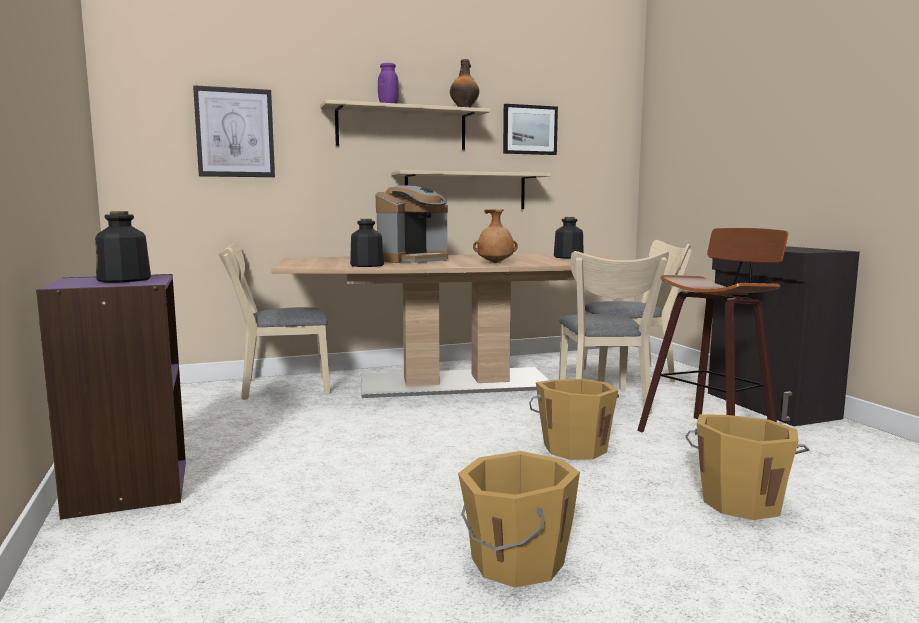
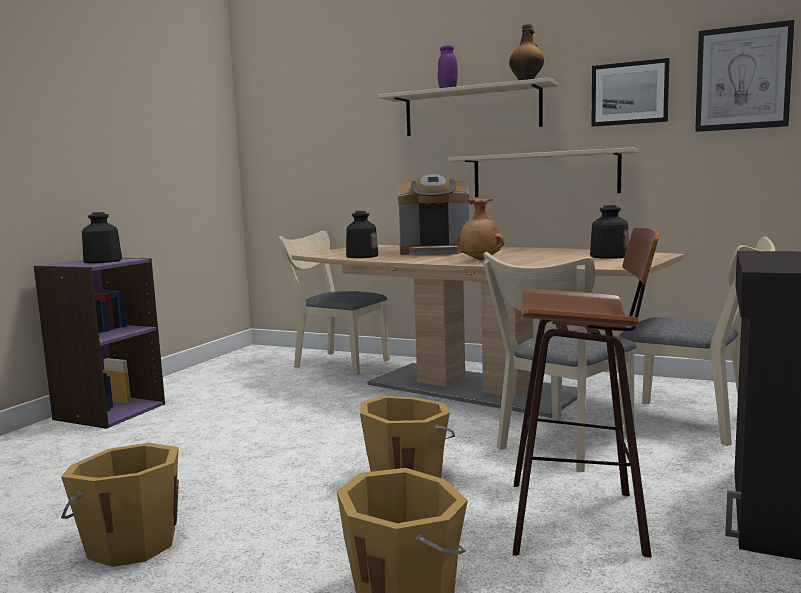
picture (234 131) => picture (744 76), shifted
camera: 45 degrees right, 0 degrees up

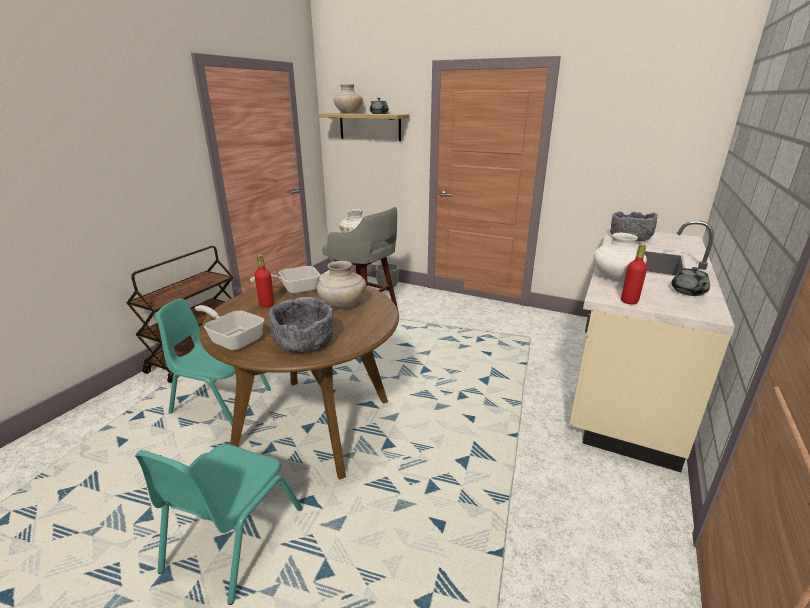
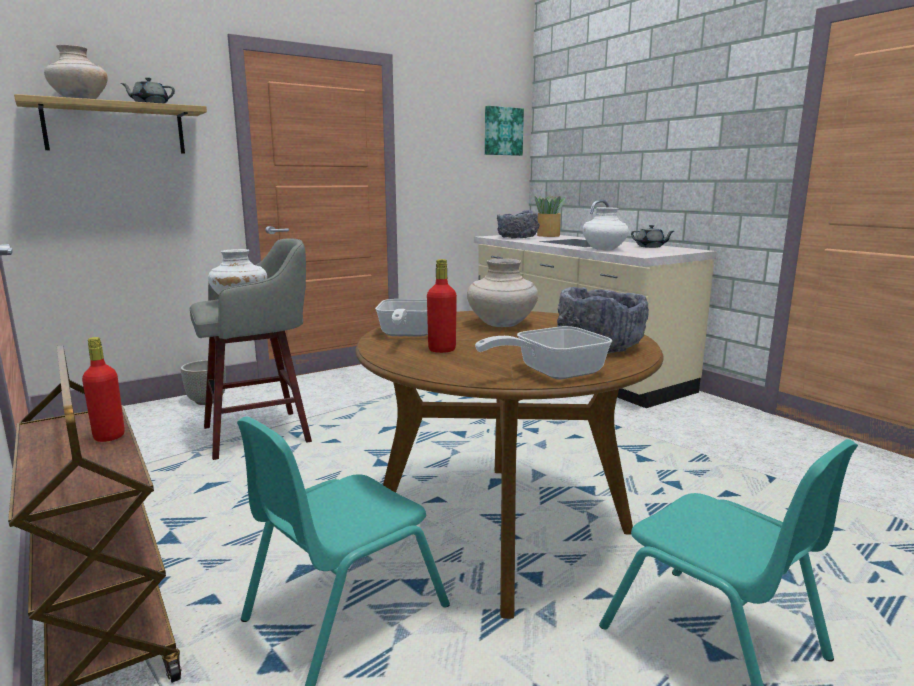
reddish bottle (634 274) => reddish bottle (103 389), shifted
nothing => picture (504 131)
nothing => potted plant (550 216)
camera: 60 degrees left, 10 degrees down

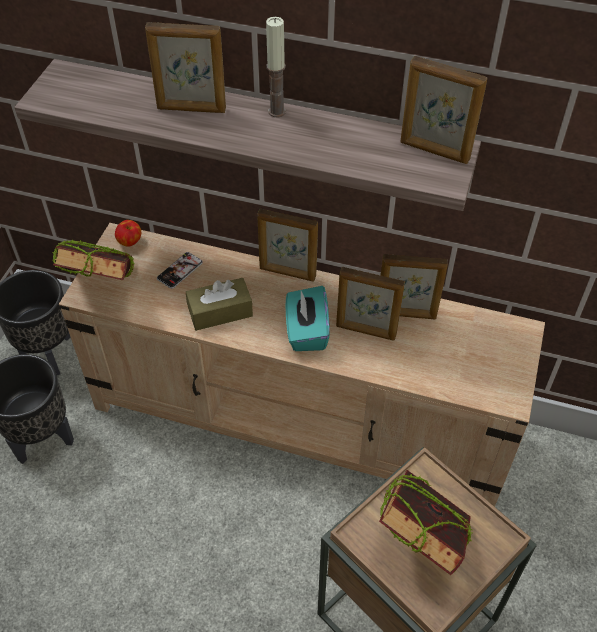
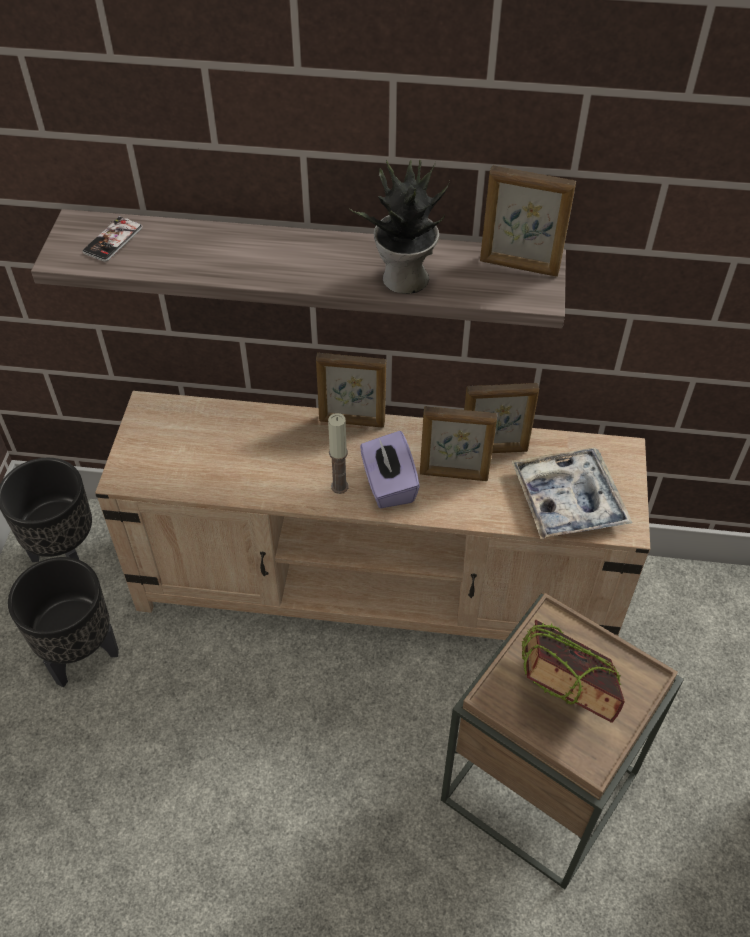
phone (180 270) => phone (112 239), shifted
candle (276 67) => candle (338 453), shifted
nothing => potted plant (400 226)
turquoise tissue holder (308 318) => purple-coloured tissue holder (390 469)
nothing => carrying tray (572 493)
bound book (93 260) => nothing
whole apple (128 233) => nothing
photo frame (185 67) => nothing
brown tissue holder (219 304) => nothing
camera: 10 degrees left, 0 degrees up

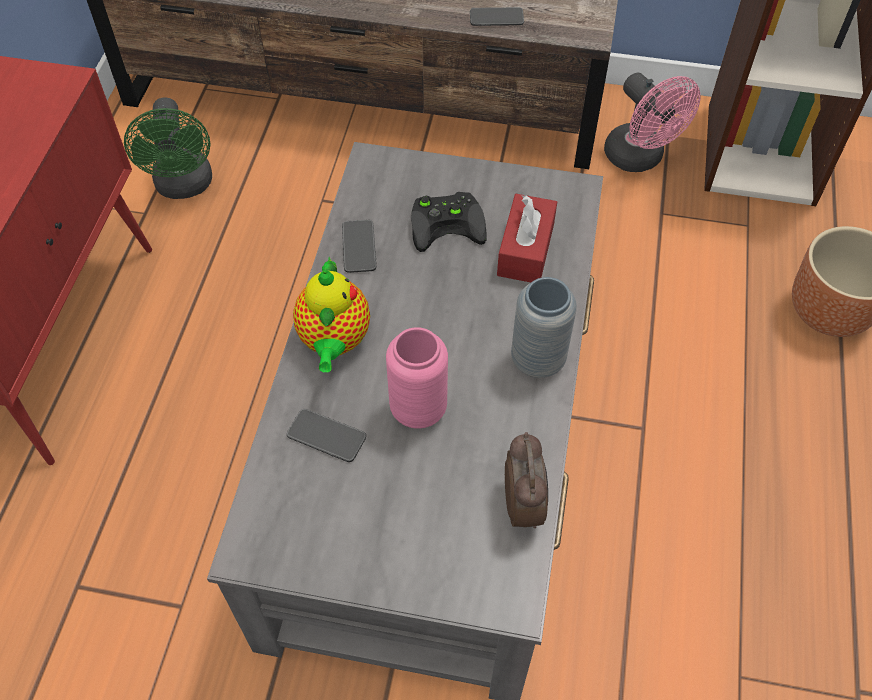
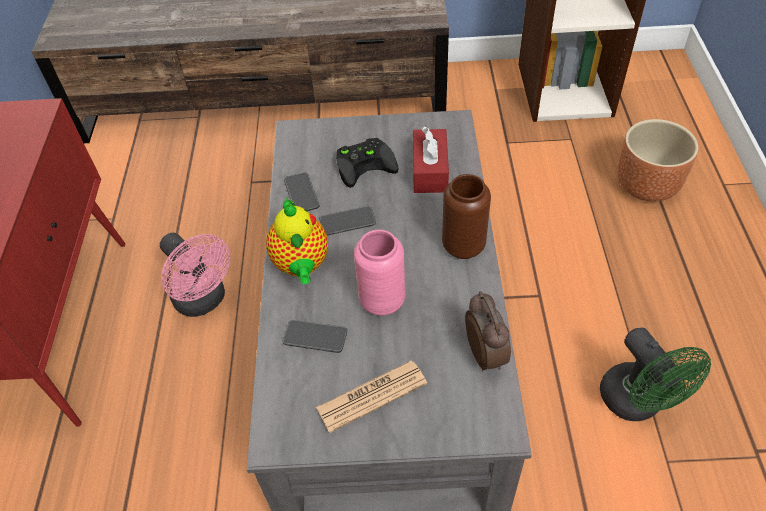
pinkish electric fan (652 122) => pinkish electric fan (195 275), shifted
nothing => daily paper (371 396)
phone (497 16) => phone (347 220), shifted
greyish vase (544 327) => brown vase (466 216)
green-coloured electric fan (168 148) => green-coloured electric fan (655 374), shifted
camera: 10 degrees left, 5 degrees down

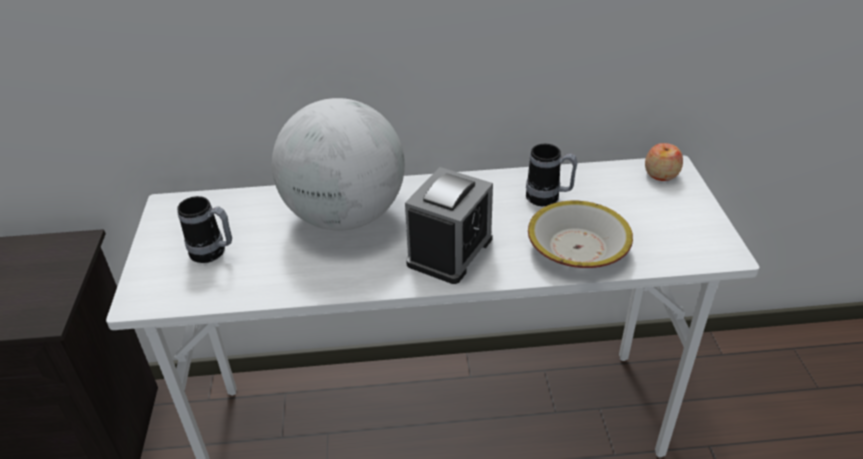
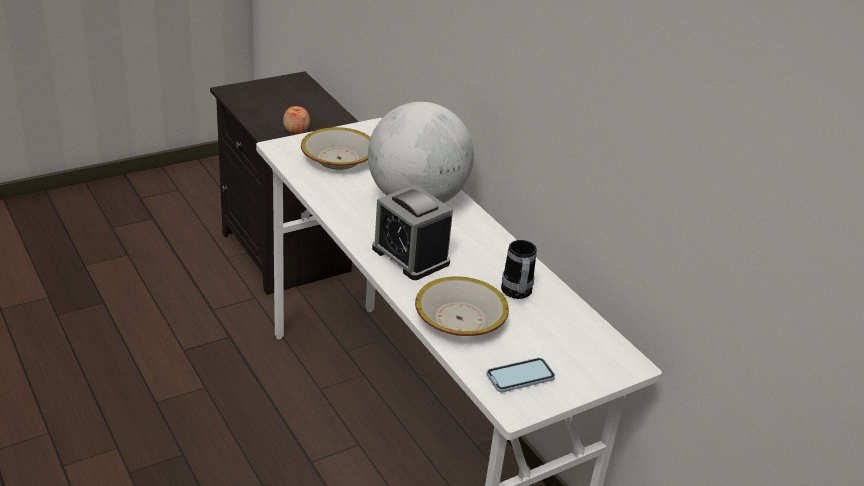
whole apple (664 162) => whole apple (296 120), shifted
mug (204 229) => deep dish (336 148)
table clock (449 225) => table clock (412 232), 45 degrees clockwise
nothing => phone (521 375)
camera: 60 degrees right, 5 degrees down

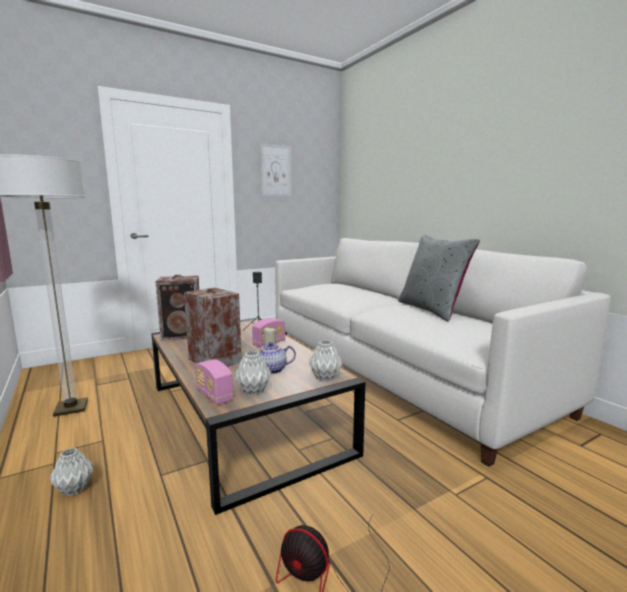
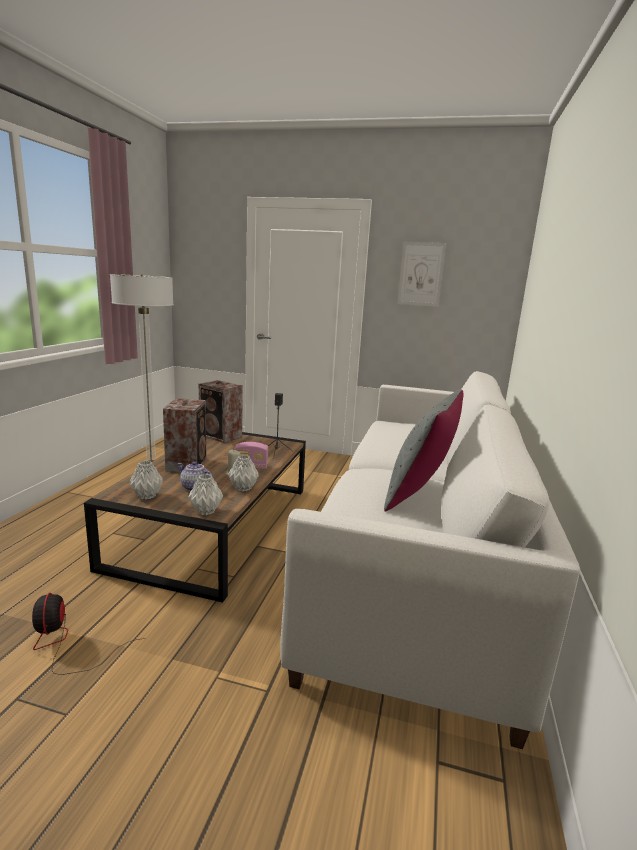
greyish vase (71 472) => greyish vase (243 473), shifted
radio set (214 382) => nothing
camera: 45 degrees right, 5 degrees up

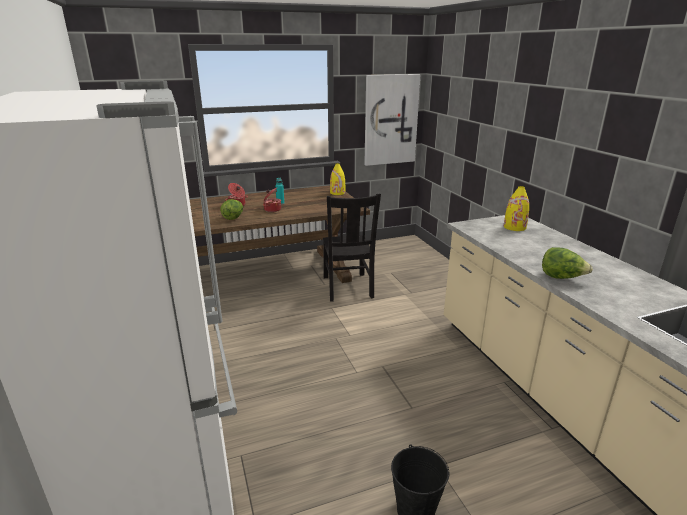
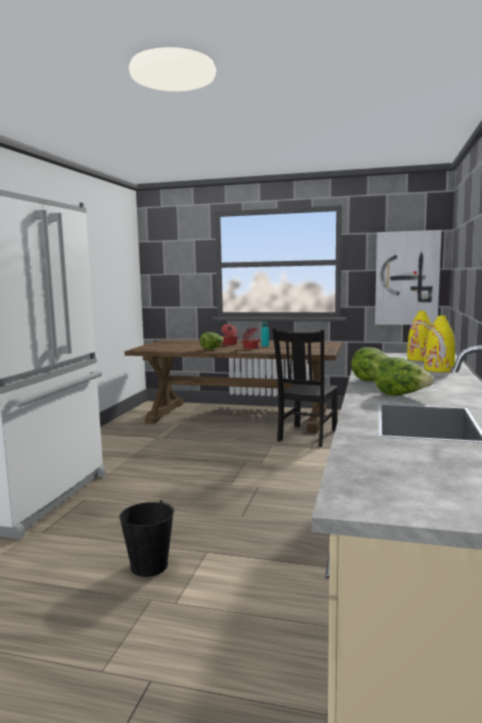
nothing => lettuce head (404 376)
yellowish vase (337 179) => yellowish vase (439 344), shifted
camera: 35 degrees right, 15 degrees down

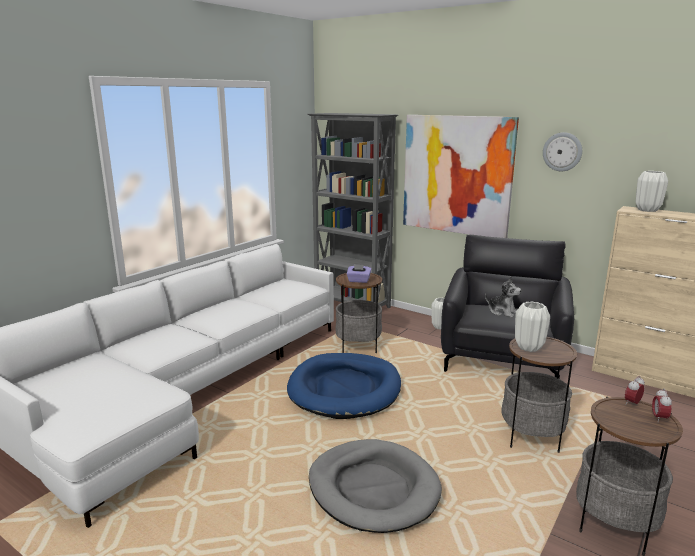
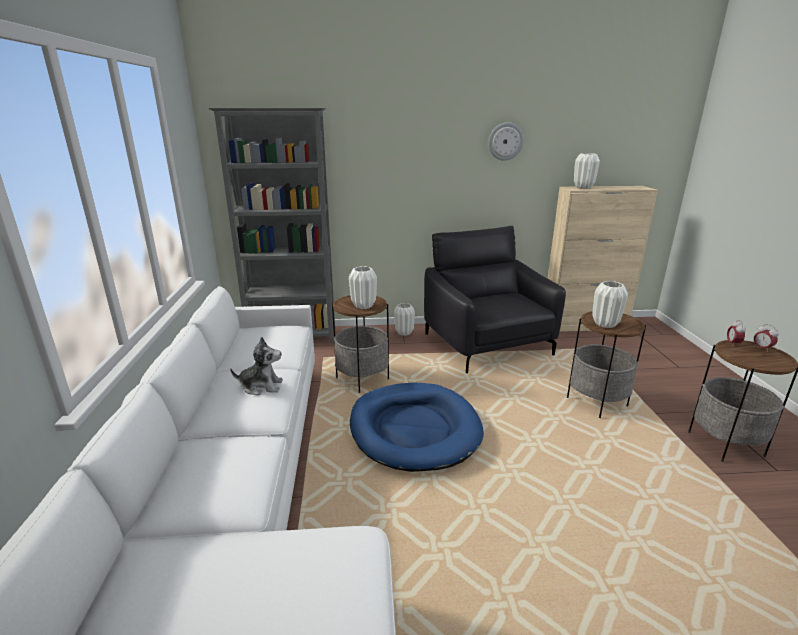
plush toy (503 297) => plush toy (256 366), shifted
purple-coloured tissue holder (359 273) => white vase (363 287)
greyish dog cushion (375 486) => nothing
picture (461 176) => nothing
camera: 40 degrees left, 5 degrees up

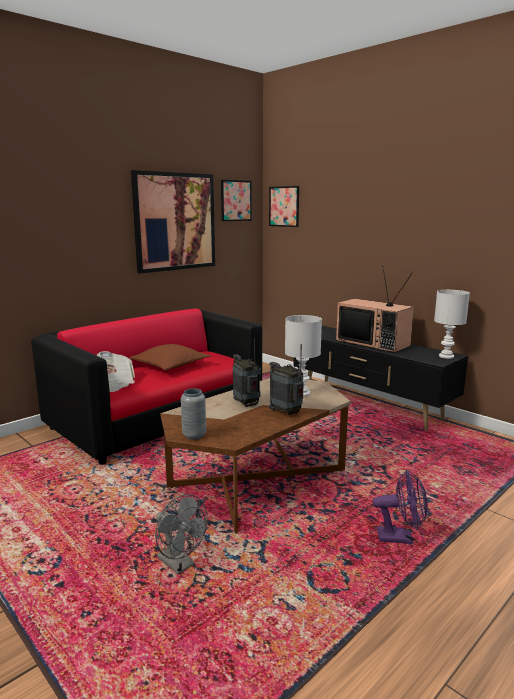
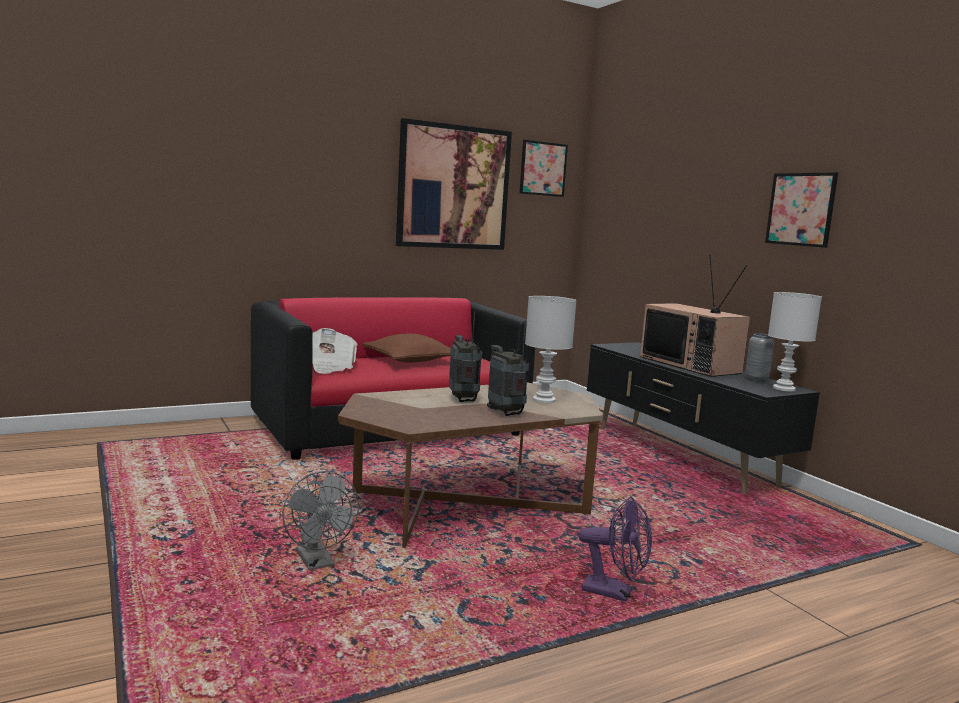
greyish vase (193 414) => greyish vase (759 357), shifted
picture (284 206) => picture (801 210), shifted
camera: 15 degrees right, 5 degrees down

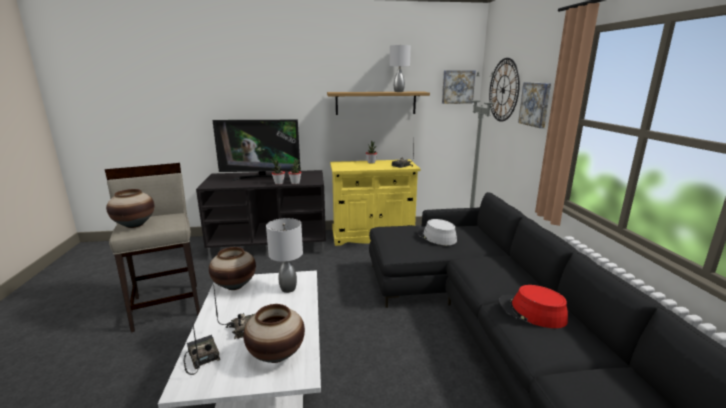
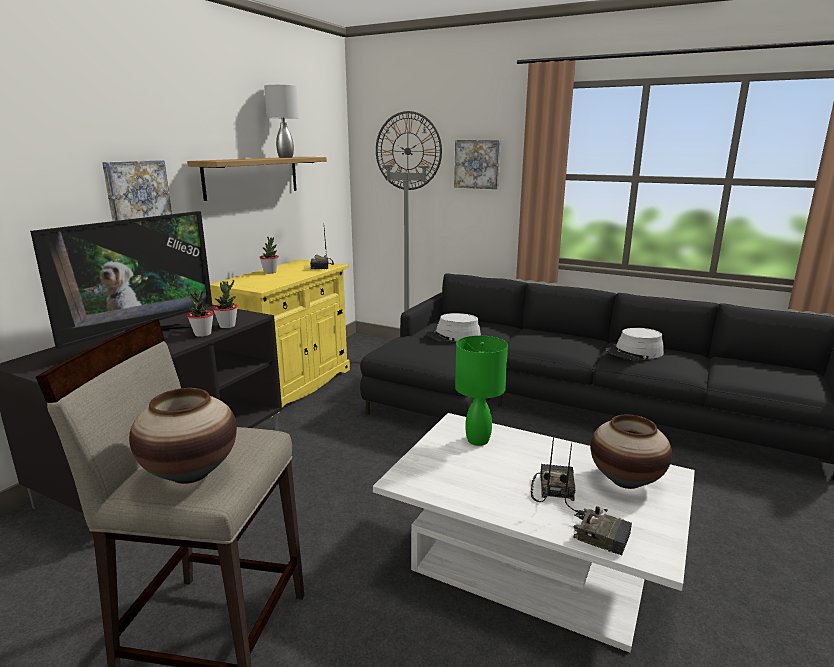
picture (459 87) => picture (137 190), shifted
greyish table lamp (284 255) => green-coloured table lamp (481 390)
radio set (201 349) => radio set (598 499), 150 degrees counterclockwise
reddish wearable hat (533 306) => greyish wearable hat (635 344)
vase (232 268) => nothing
camera: 55 degrees left, 0 degrees up

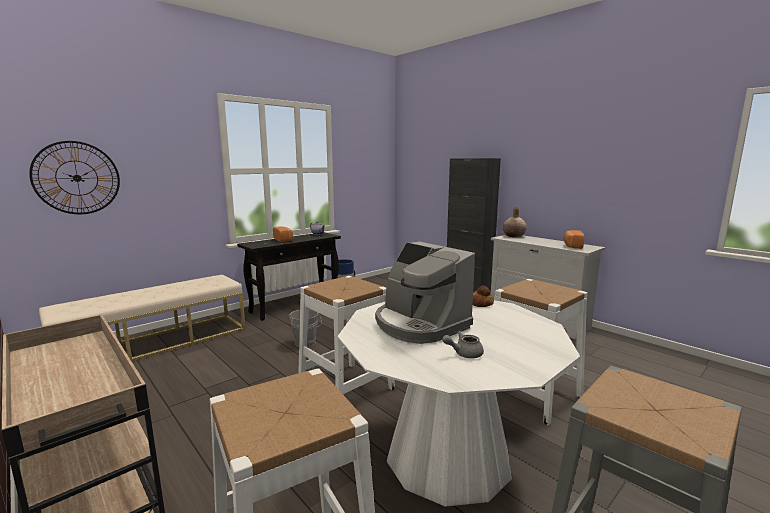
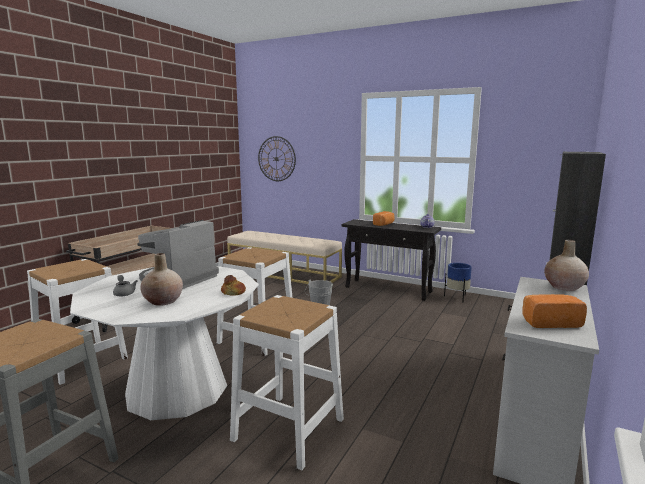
nothing => sand-coloured vase (161 279)
camera: 70 degrees right, 0 degrees up

